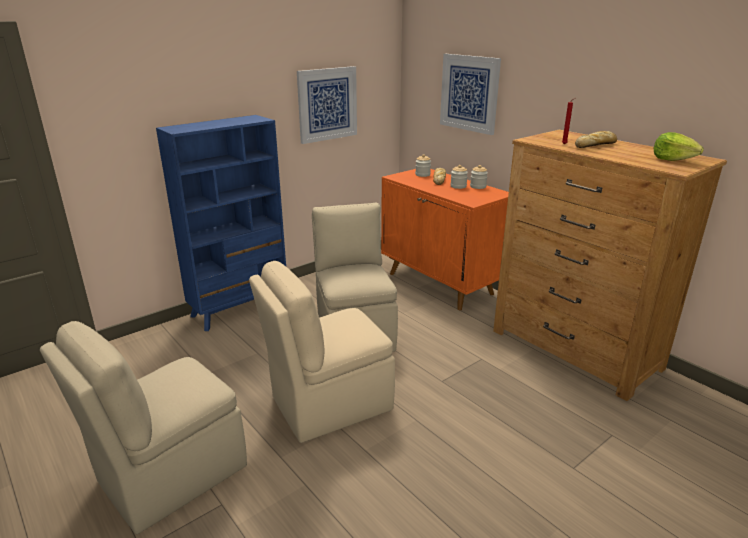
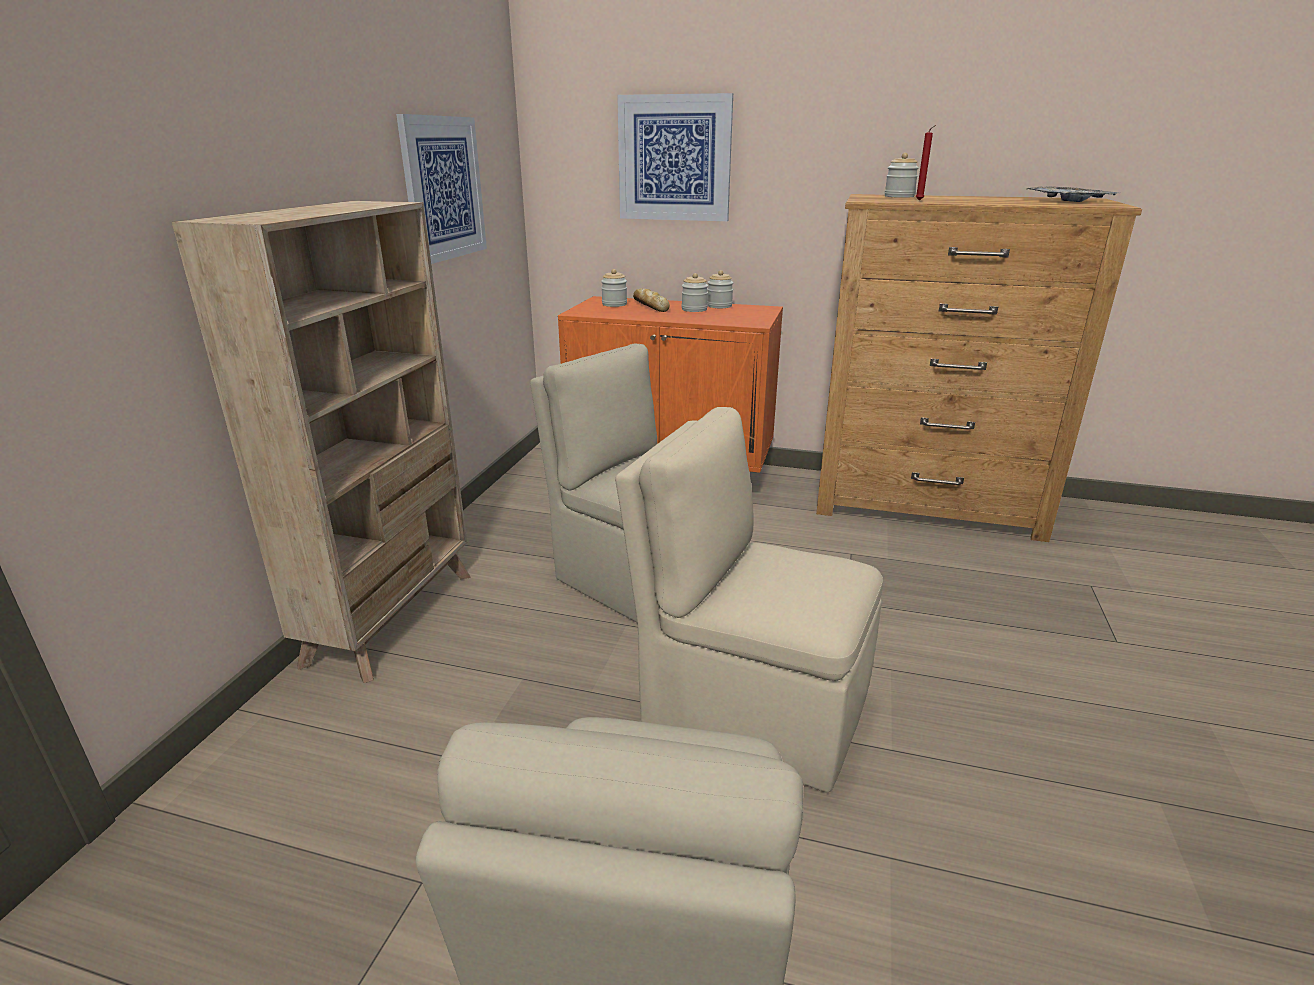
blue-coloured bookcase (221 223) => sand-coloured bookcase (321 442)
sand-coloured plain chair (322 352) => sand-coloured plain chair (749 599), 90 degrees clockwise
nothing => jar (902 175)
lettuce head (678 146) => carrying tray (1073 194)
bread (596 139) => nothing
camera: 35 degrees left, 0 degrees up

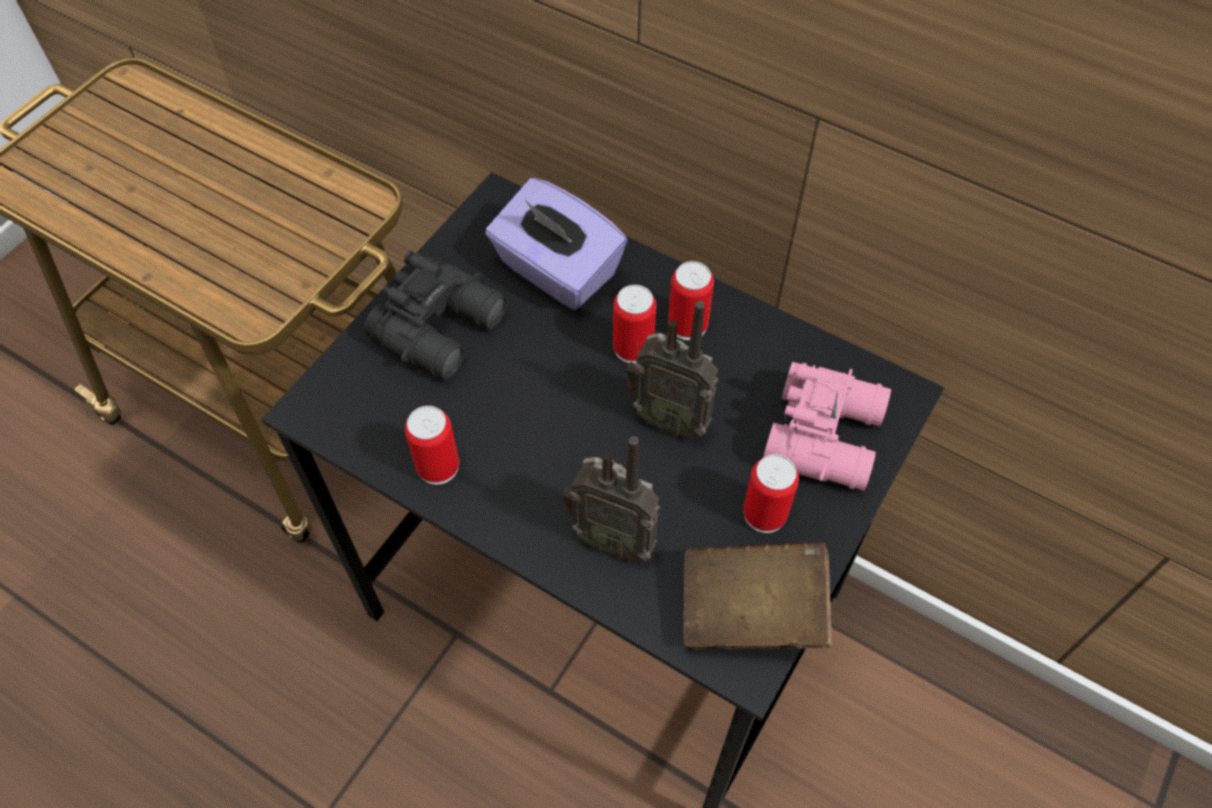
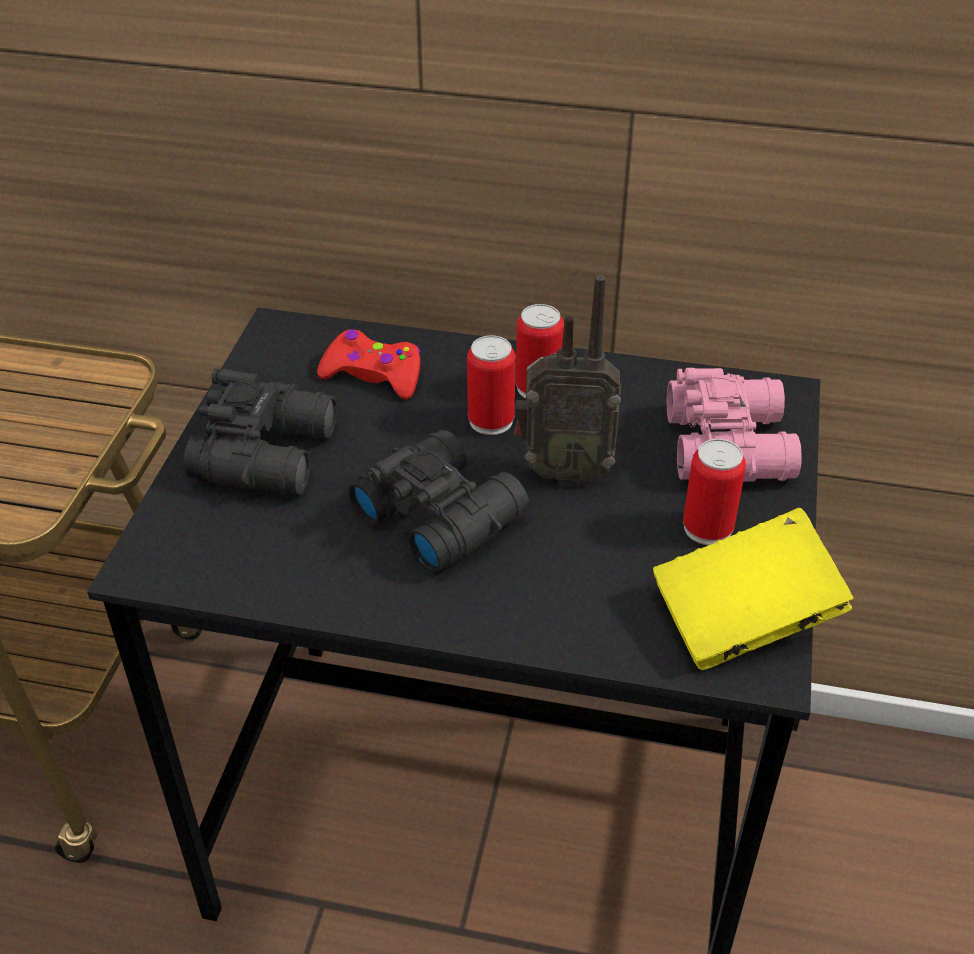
purple-coloured tissue holder (556 244) => reddish game controller (368 364)
nothing => black-coloured binoculars (438 501)
brown bound book (758 596) => yellowish bound book (753 589)
sealed can (432 445) => nothing
radio set (611 499) => nothing
camera: 20 degrees left, 15 degrees down

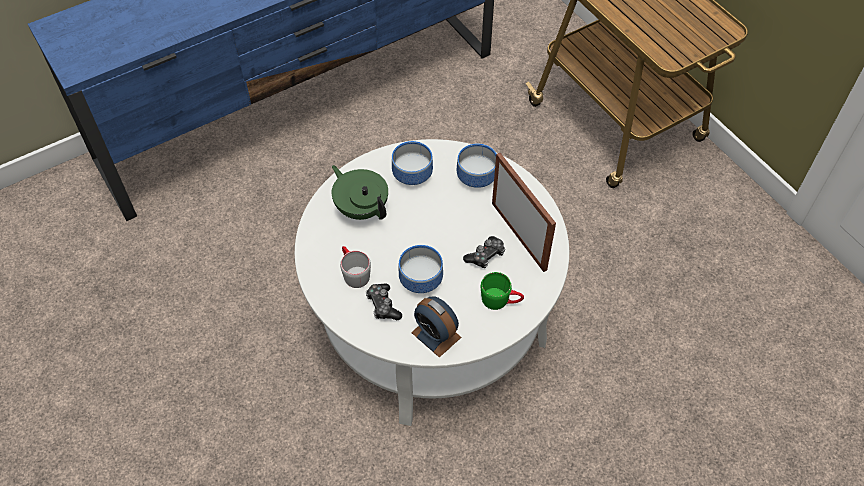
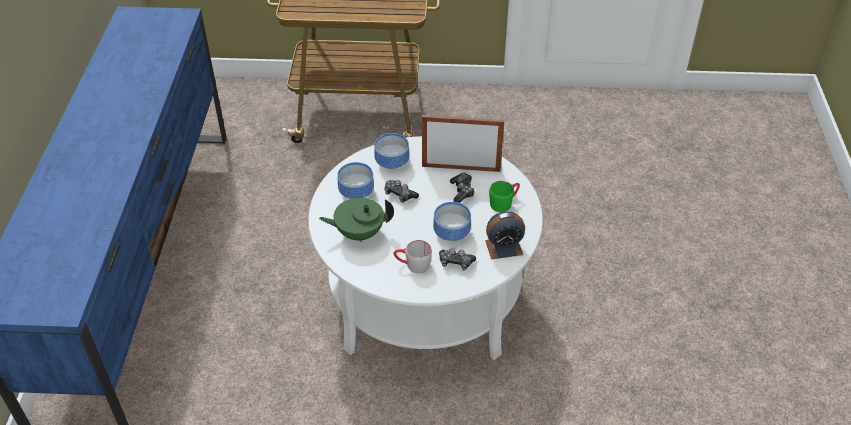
nothing => game controller (401 191)
camera: 55 degrees left, 10 degrees down

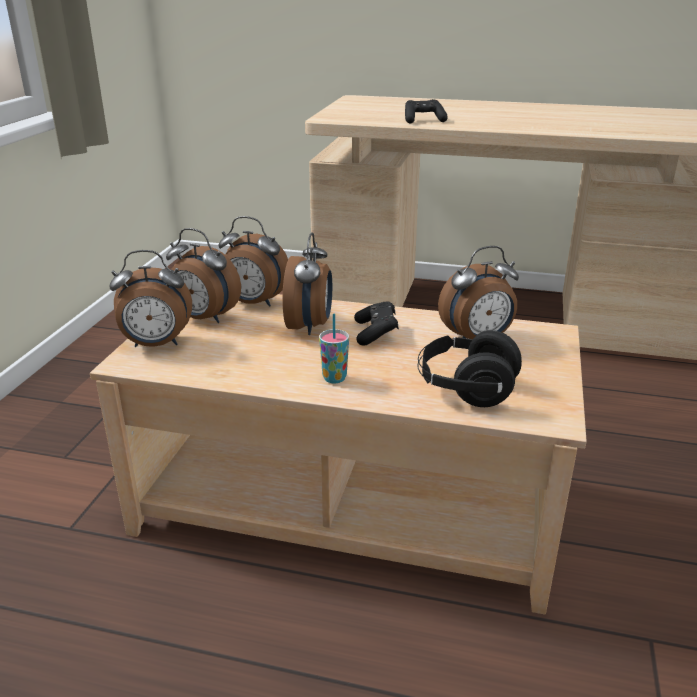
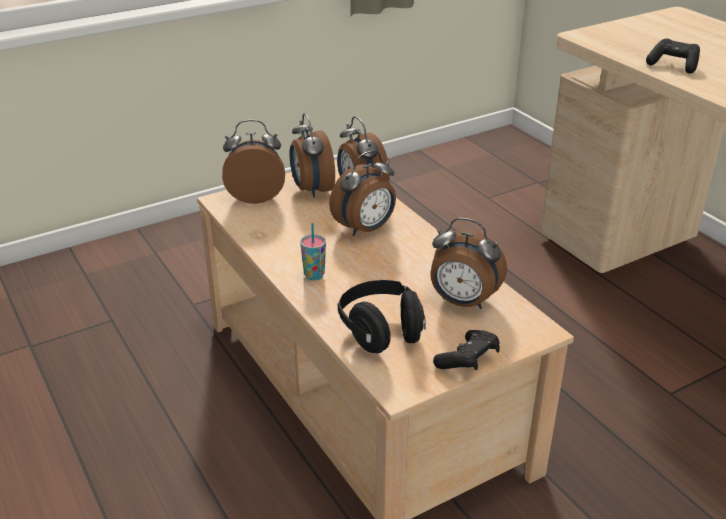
table clock (151 298) => table clock (253 162), 135 degrees clockwise
black-coloured game controller (376 323) => black-coloured game controller (466 350), shifted
camera: 45 degrees right, 5 degrees up

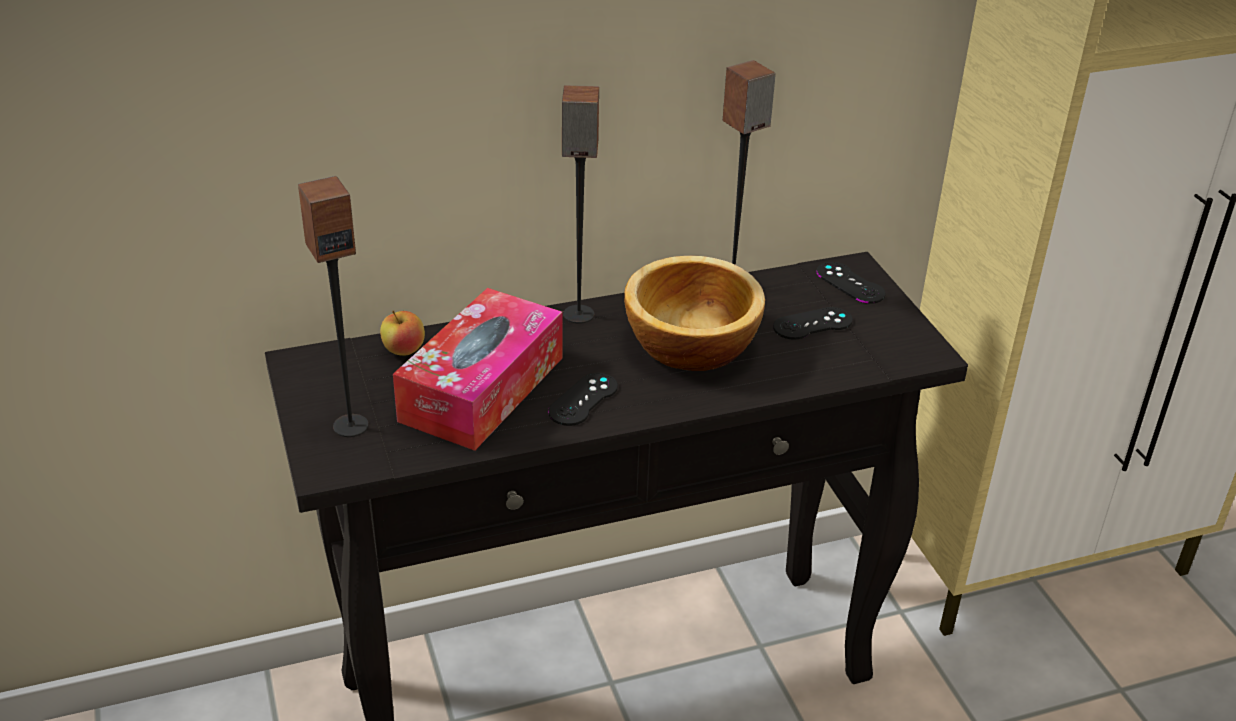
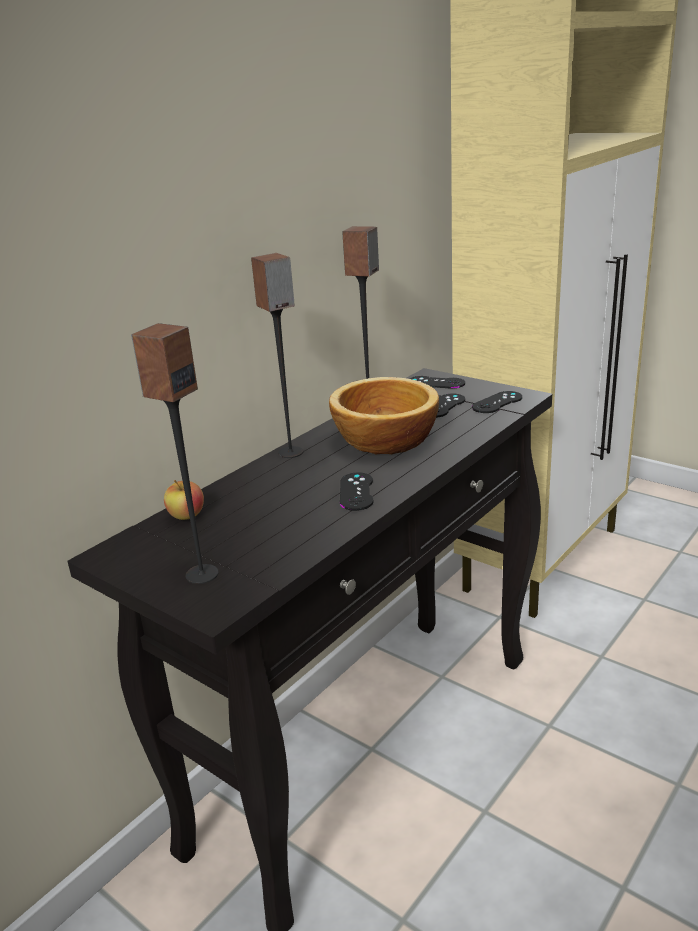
nothing => black-coloured game controller (497 402)
tissue holder (478 369) => nothing
camera: 30 degrees left, 10 degrees down

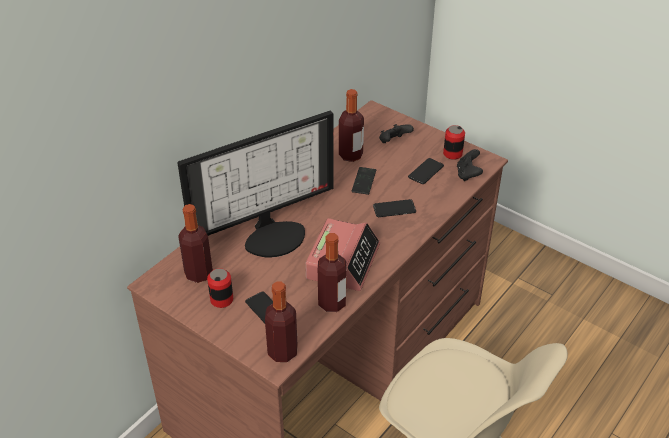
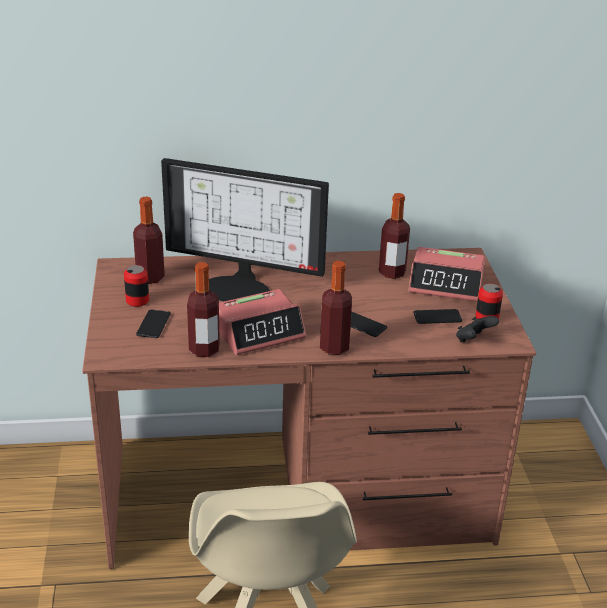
bottle (281 321) => bottle (336 308), shifted
black-coloured game controller (396 133) => table clock (446 274)
phone (363 181) => nothing
camera: 45 degrees right, 10 degrees down

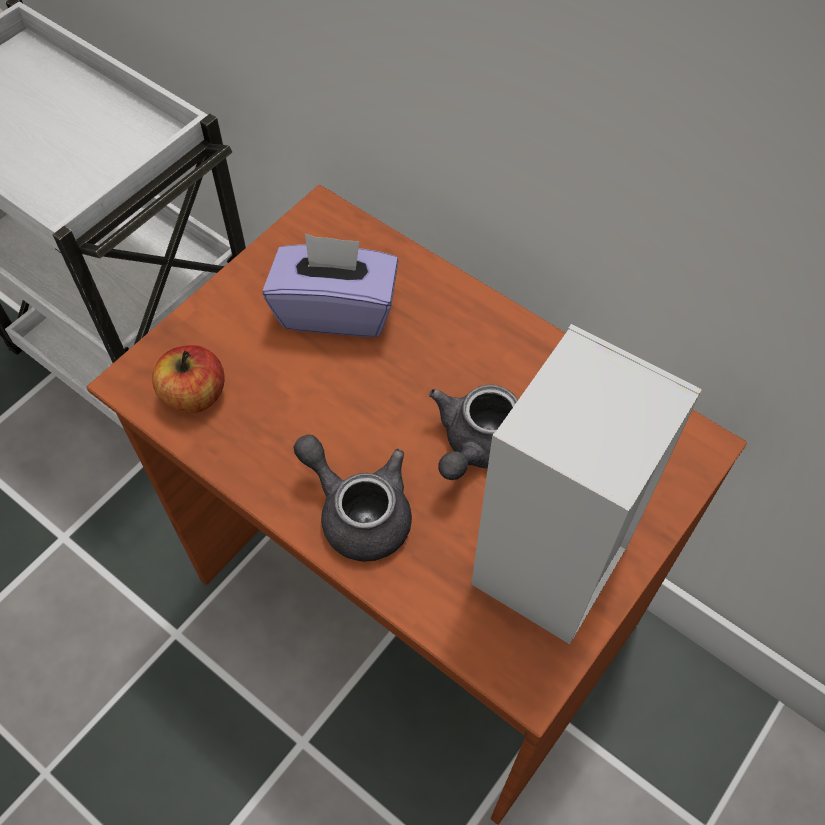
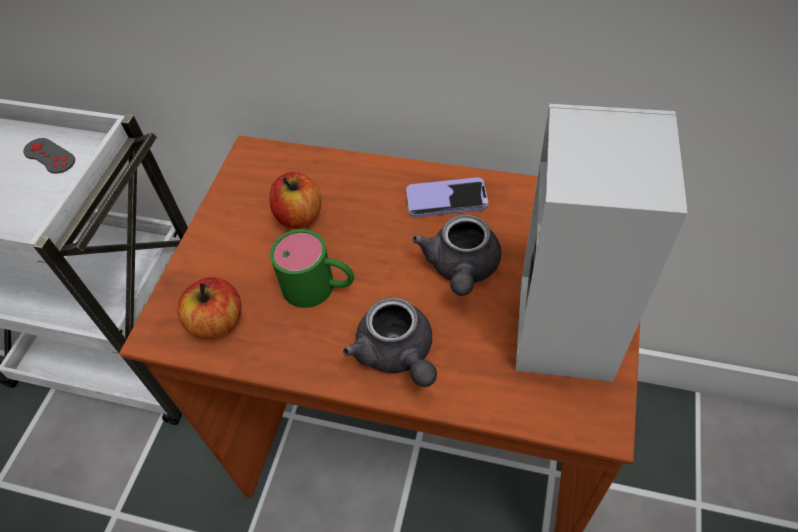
nothing => greyish game controller (49 156)
purple-coloured tissue holder (330 285) => whole apple (295 200)
nothing => green-coloured mug (312 268)
greyish pot for tea (352 497) => greyish pot for tea (390 342), 135 degrees counterclockwise
nothing => phone (447 197)
camera: 20 degrees left, 5 degrees down

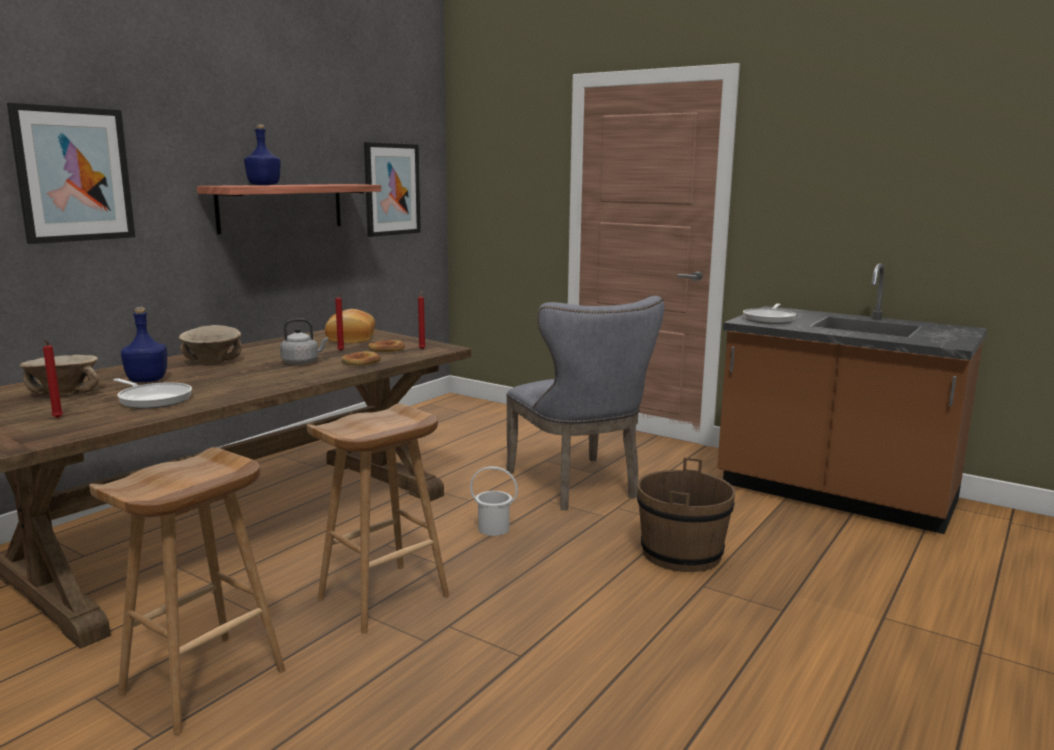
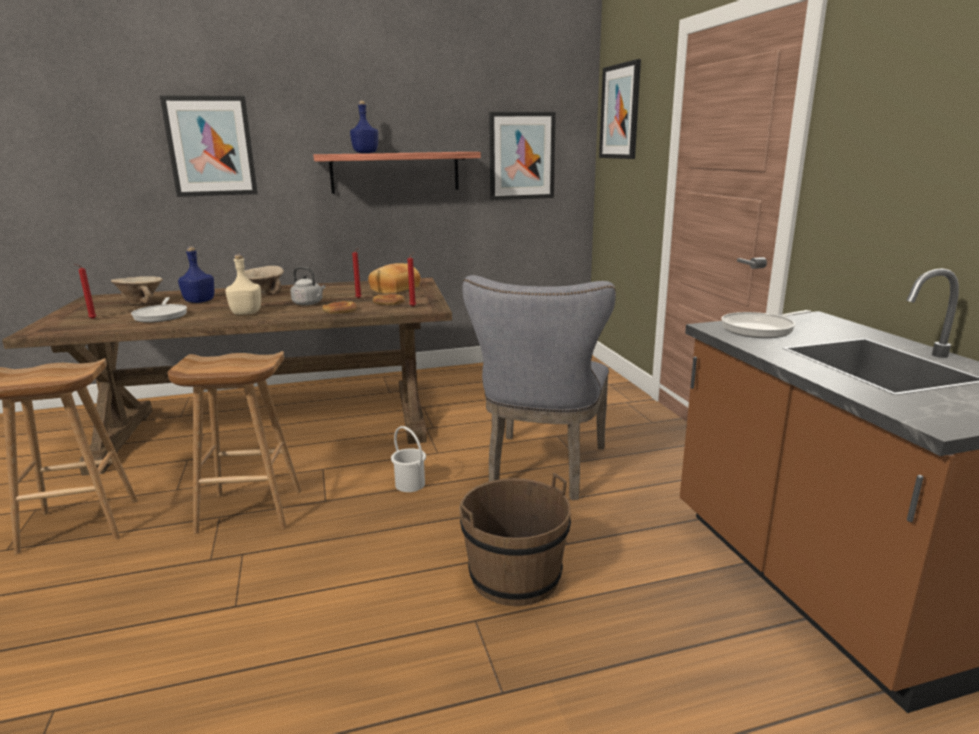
nothing => sand-coloured bottle (243 284)
nothing => picture (620 109)
camera: 40 degrees right, 5 degrees up

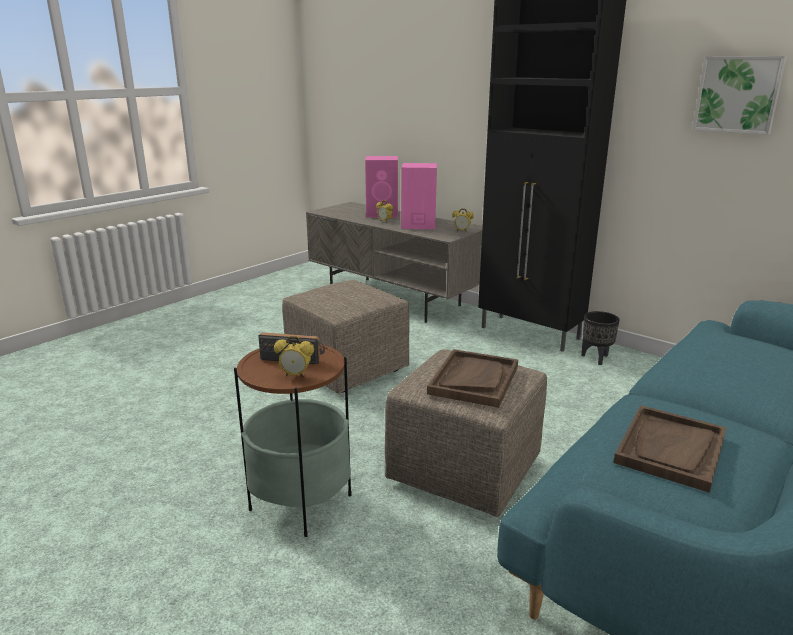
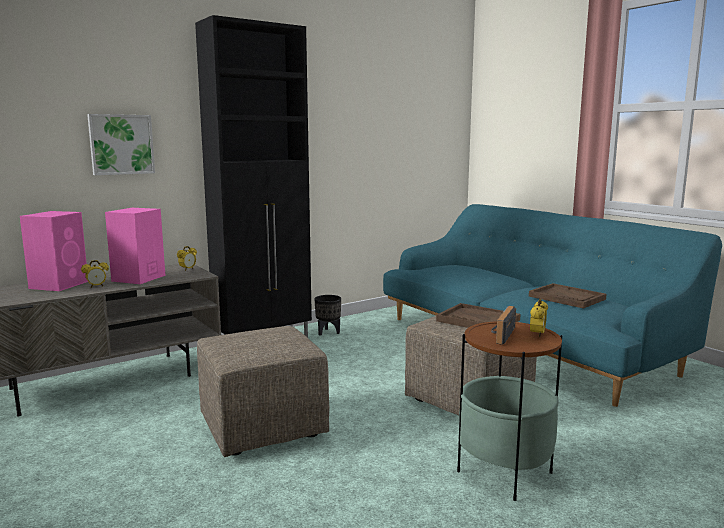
picture (739 95) => picture (121 144), shifted
camera: 75 degrees left, 10 degrees down

